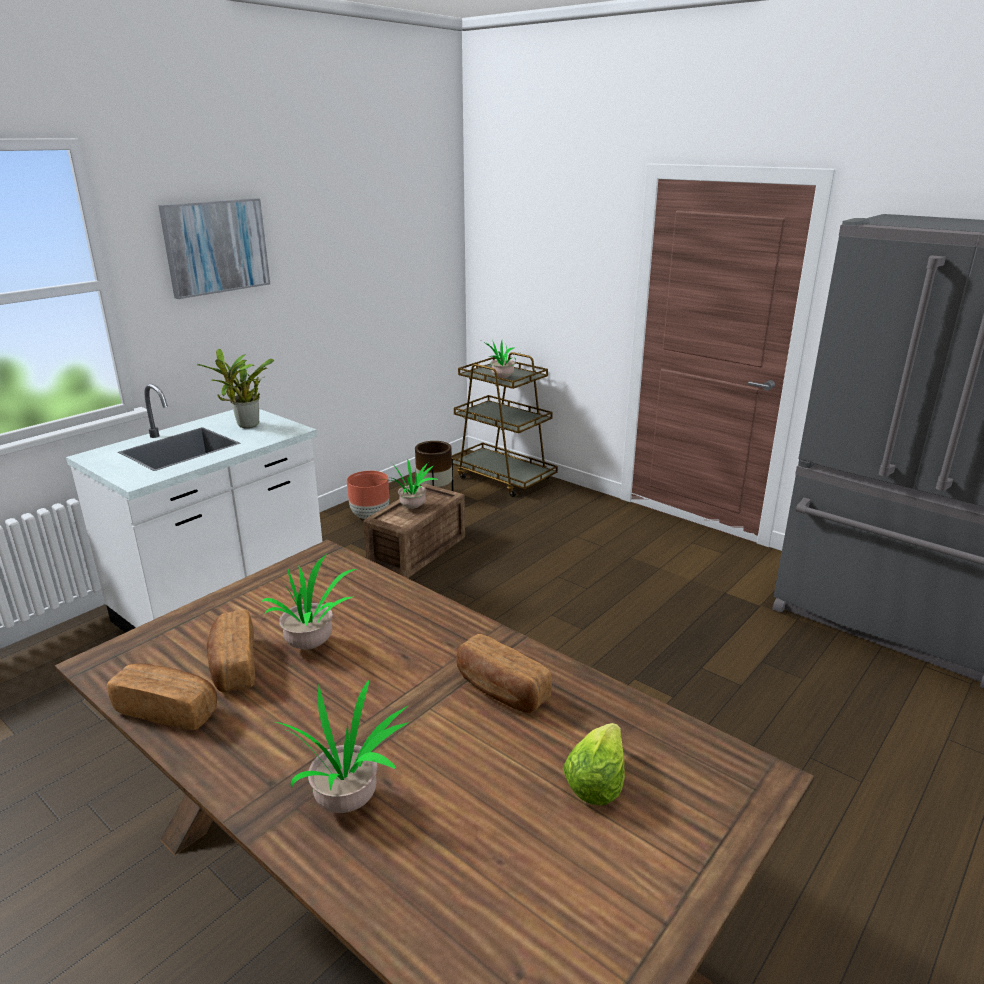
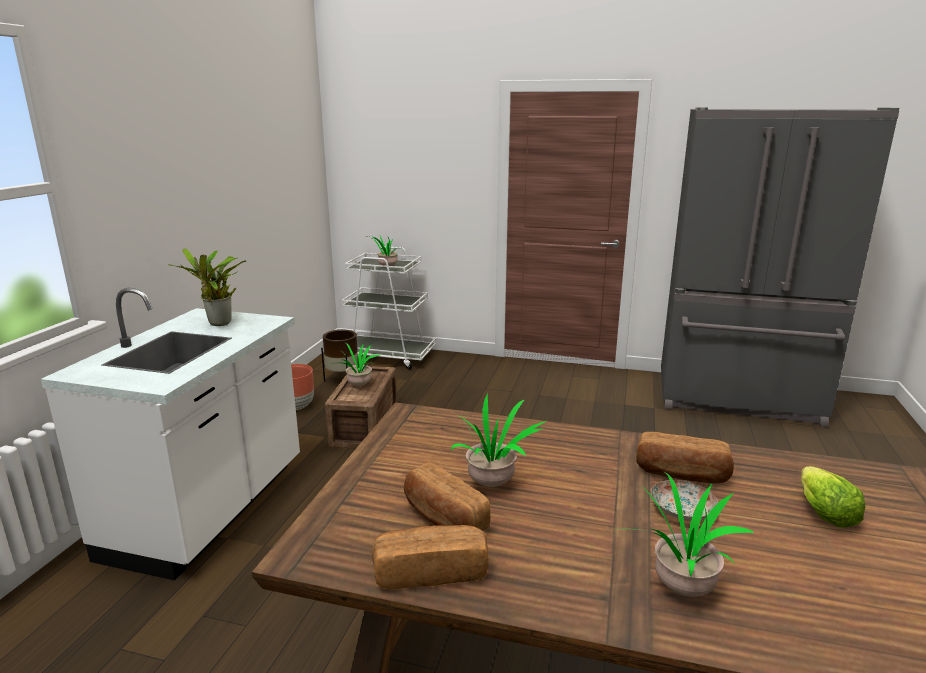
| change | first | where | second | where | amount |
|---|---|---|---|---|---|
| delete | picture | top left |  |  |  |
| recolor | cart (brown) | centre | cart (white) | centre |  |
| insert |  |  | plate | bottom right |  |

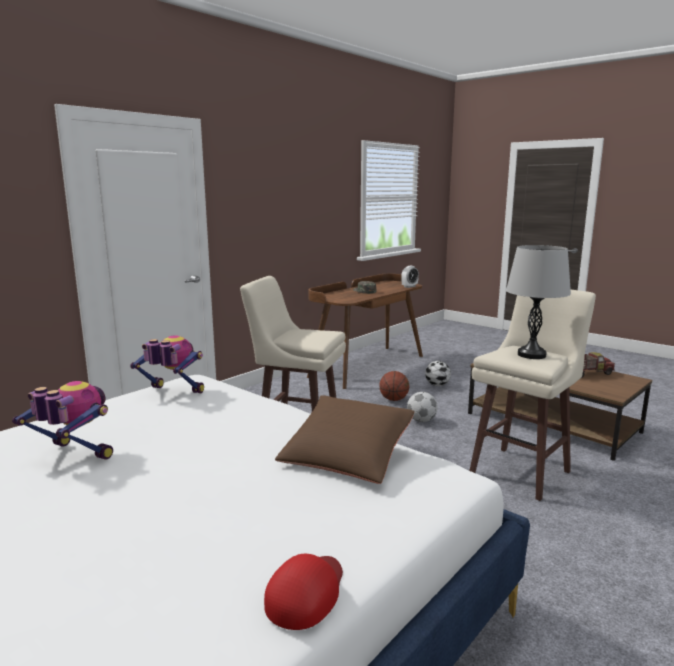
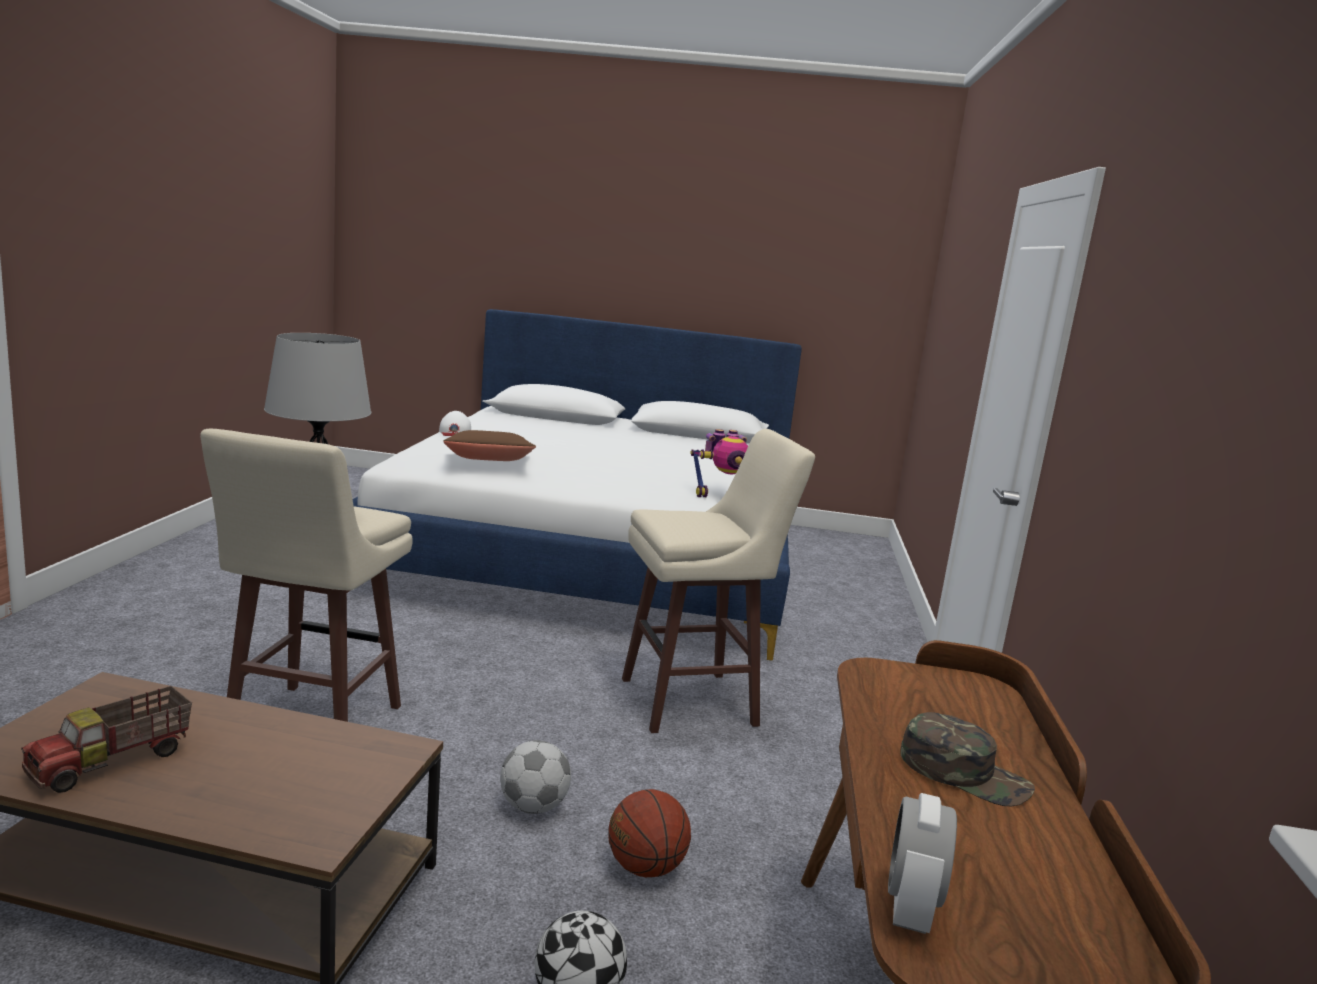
| change | first | where | second | where | amount |
|---|---|---|---|---|---|
| delete | toy robot (1st from left) | middle left |  |  |  |
| recolor | cap (red) | bottom centre | cap (white) | centre |  |

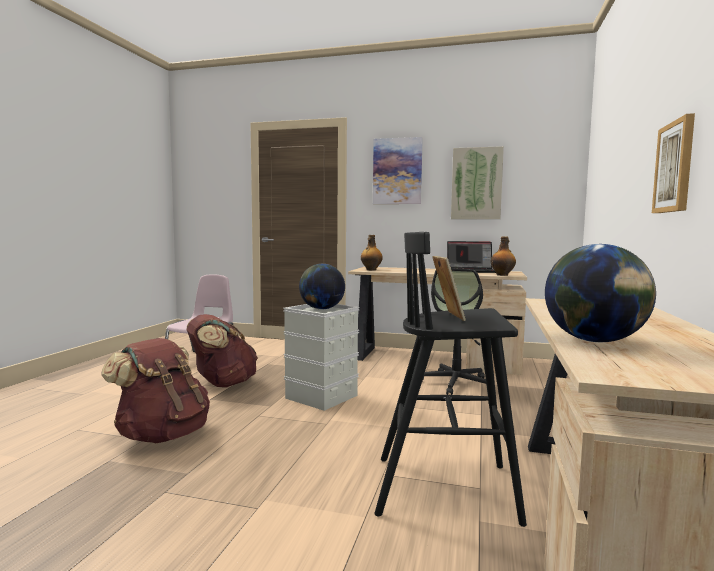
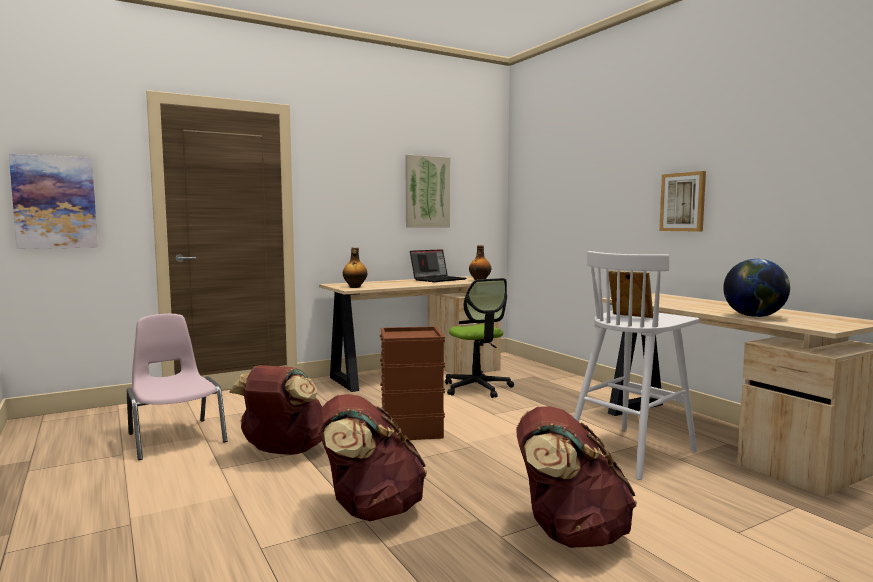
| change | first | where | second | where | amount |
|---|---|---|---|---|---|
| move | picture (1st from left) | top centre |  | middle left |  |
| recolor | stool (black) | centre | stool (white) | middle right |  |
| delete | globe (1st from left) | centre |  |  |  |
| recolor | storage box (grey) | centre | storage box (brown) | centre |  |
| insert |  |  | backpack (brown) (3rd from left) | bottom centre |  |

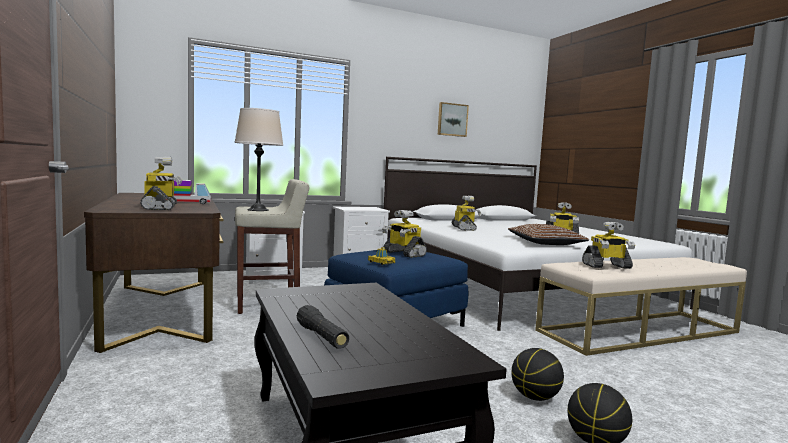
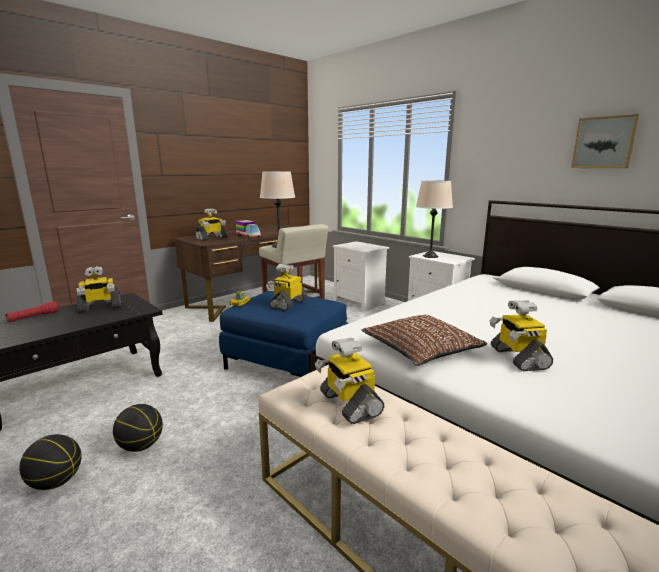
| change | first | where | second | where | amount |
|---|---|---|---|---|---|
| move | toy robot (3rd from left in the first image) | centre | toy robot (1st from left) | middle left |  |
| recolor | flashlight (black) | bottom centre | flashlight (red) | middle left |  |
| insert |  |  | table lamp (beige) (2nd from left) | centre |  |

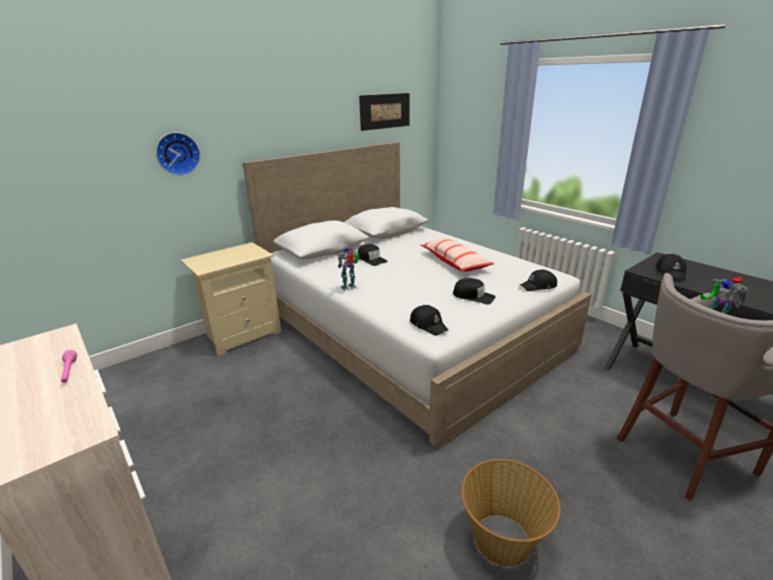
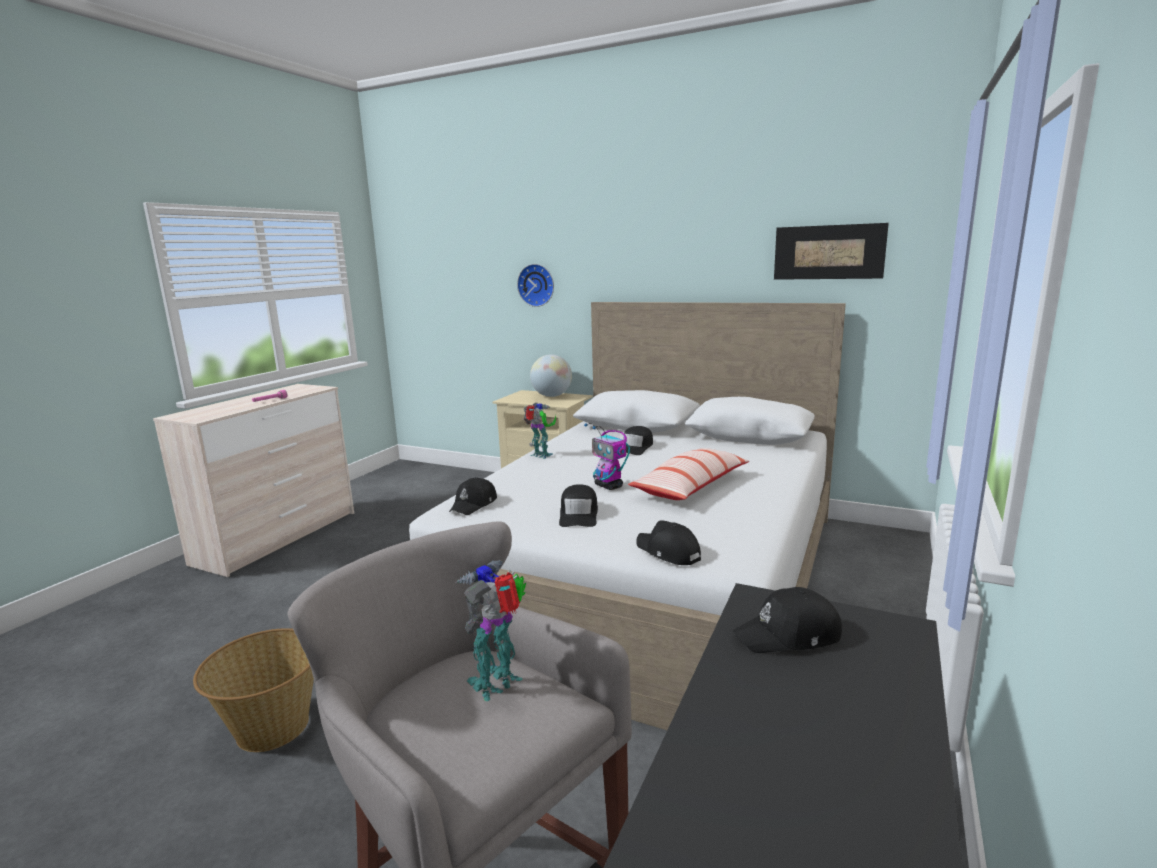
| change | first | where | second | where | amount |
|---|---|---|---|---|---|
| insert |  |  | globe | centre |  |
| insert |  |  | toy robot (3rd from left) | centre |  |

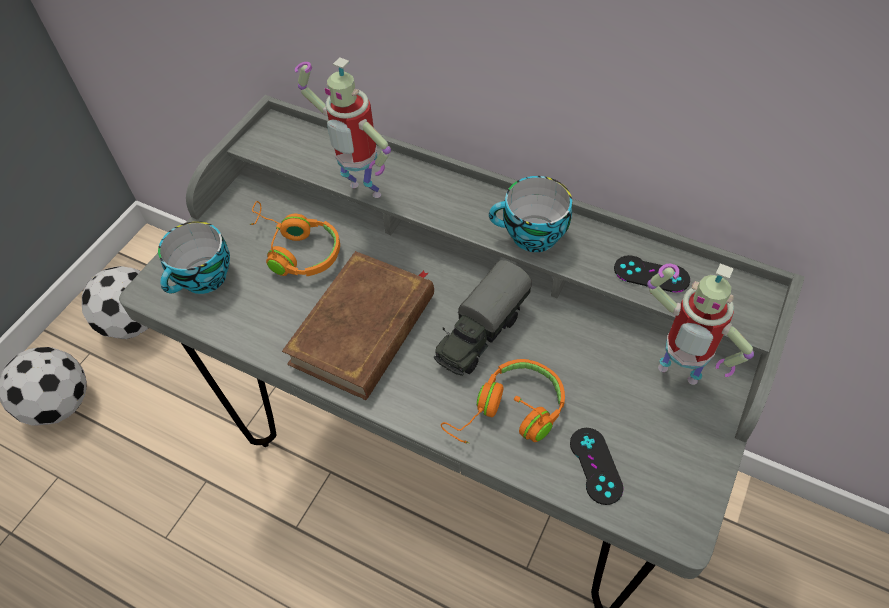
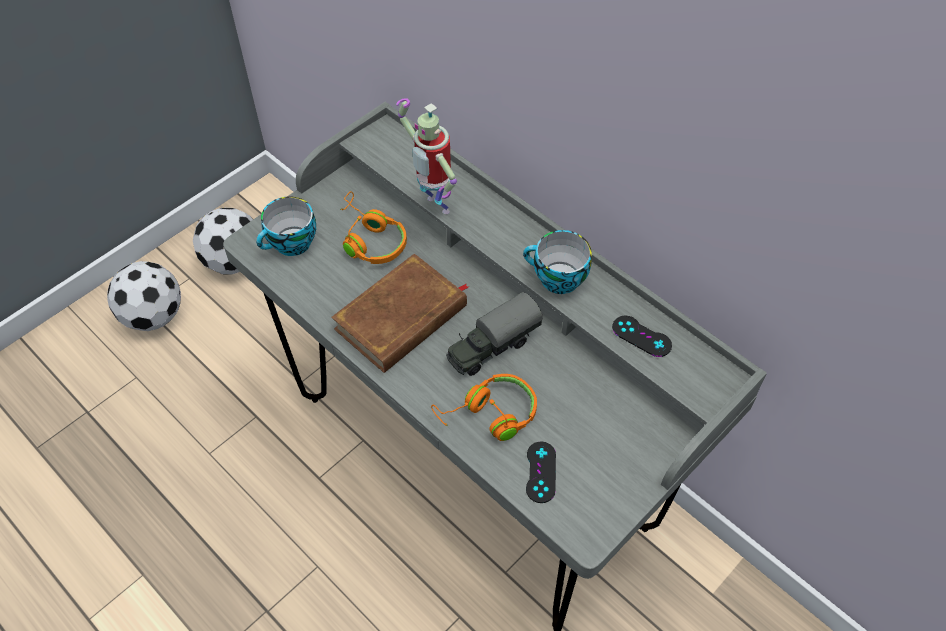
| change | first | where | second | where | amount |
|---|---|---|---|---|---|
| delete | toy robot (2nd from left) | middle right |  |  |  |

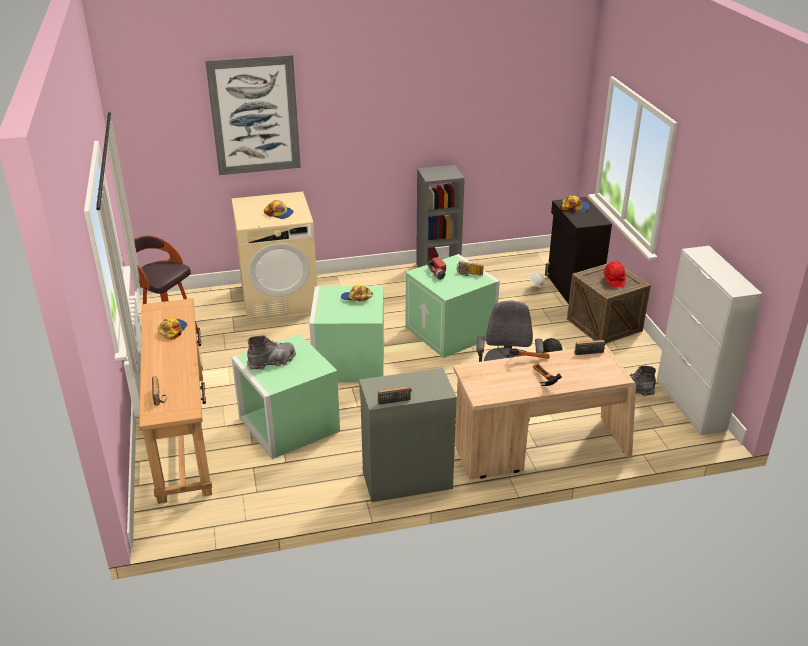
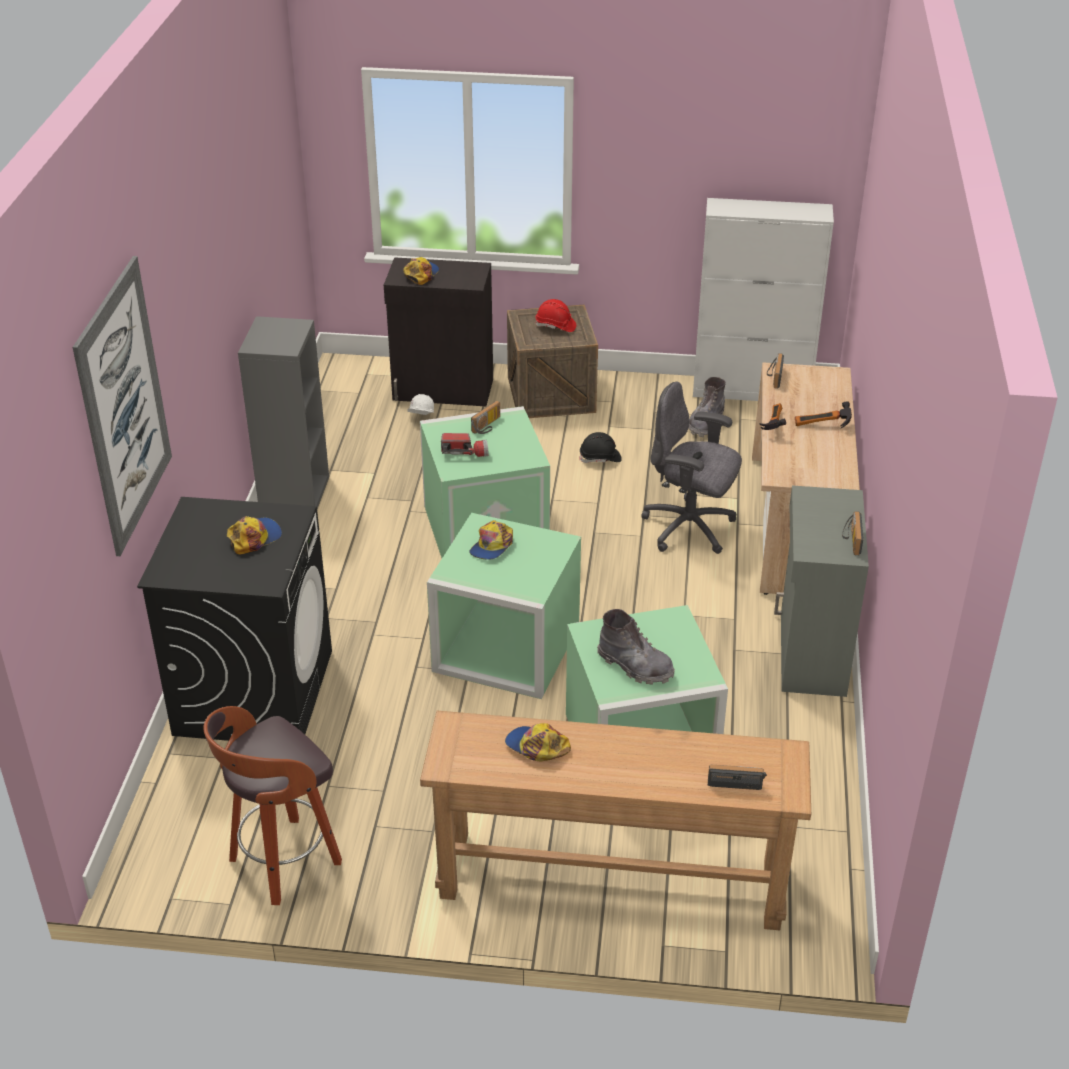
| change | first | where | second | where | amount |
|---|---|---|---|---|---|
| recolor | washing machine (beige) | centre | washing machine (black) | middle left |  |
| rotate | boot (grey) (1st from left) | centre |  | centre | 135 degrees clockwise |

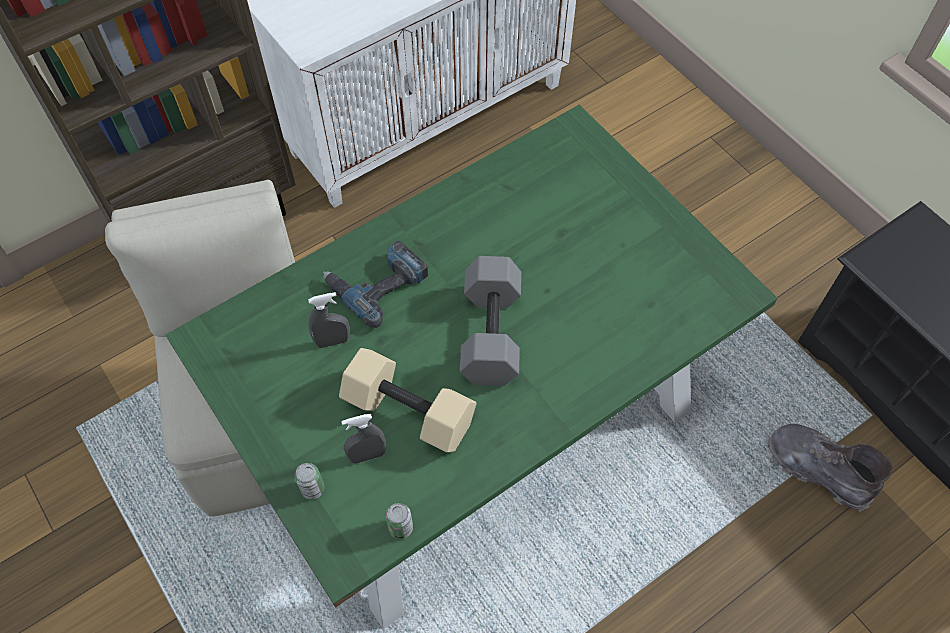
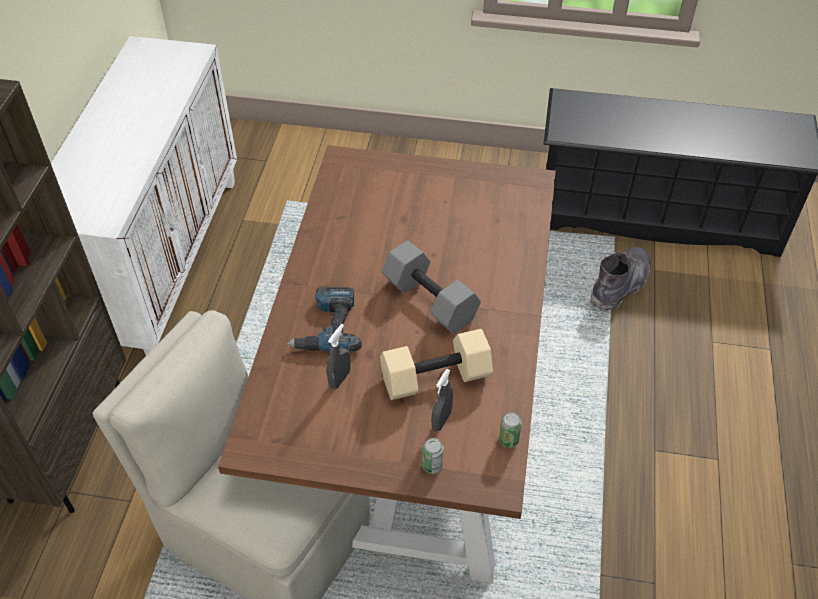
| change | first | where | second | where | amount |
|---|---|---|---|---|---|
| recolor | dining table (green) | centre | dining table (brown) | centre |  |
| rotate | boot (grey) | bottom right |  | middle right | 135 degrees clockwise |

